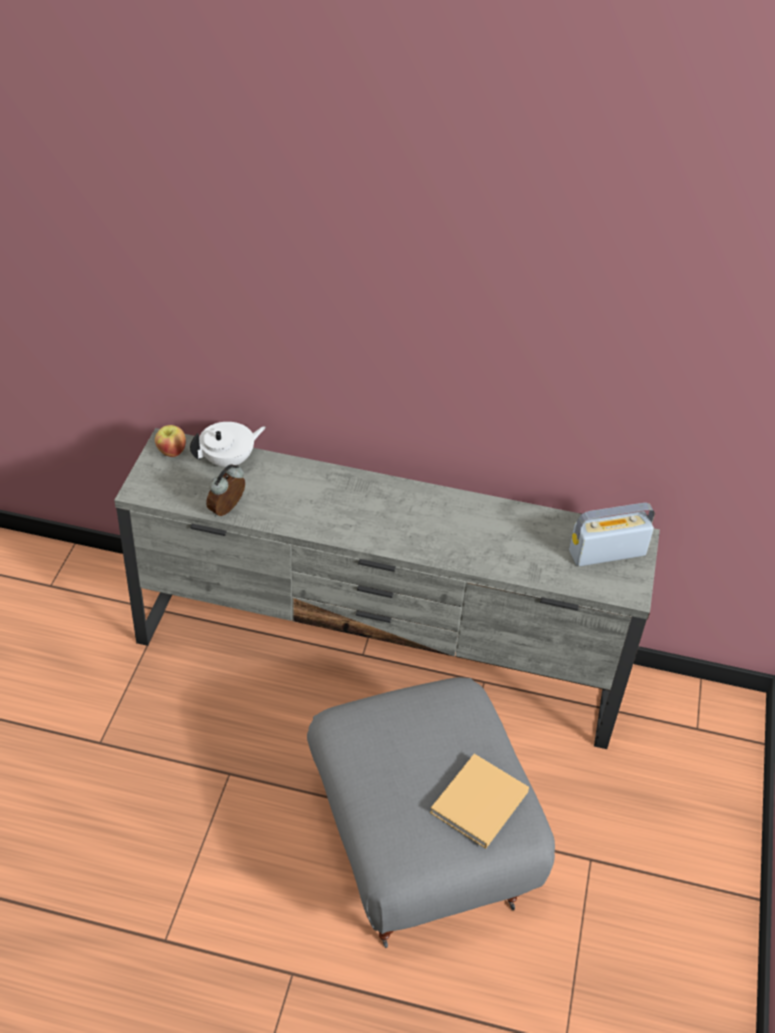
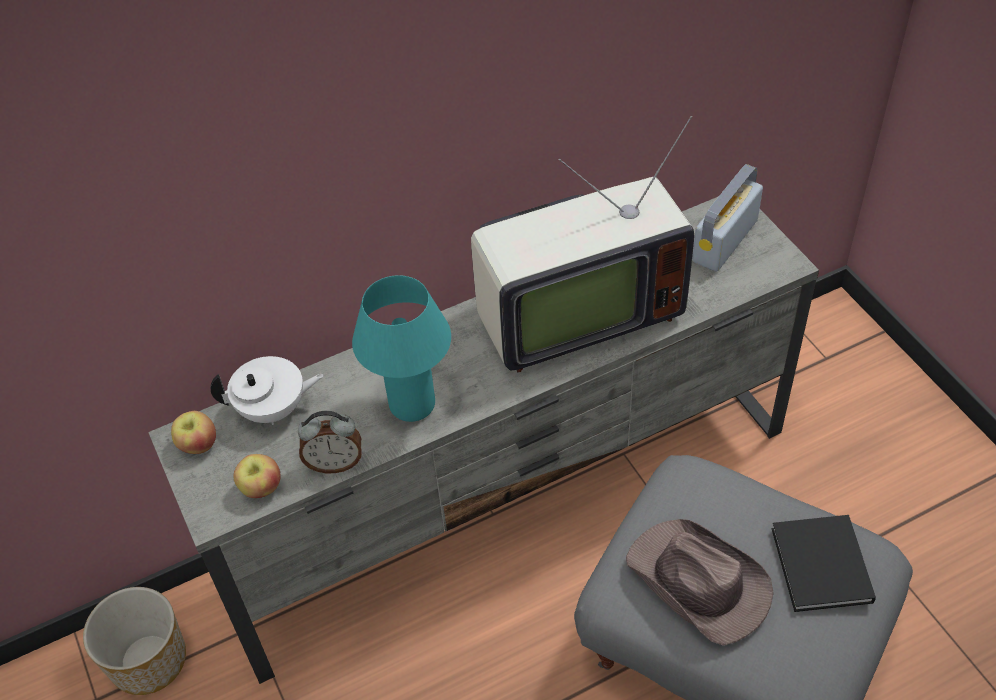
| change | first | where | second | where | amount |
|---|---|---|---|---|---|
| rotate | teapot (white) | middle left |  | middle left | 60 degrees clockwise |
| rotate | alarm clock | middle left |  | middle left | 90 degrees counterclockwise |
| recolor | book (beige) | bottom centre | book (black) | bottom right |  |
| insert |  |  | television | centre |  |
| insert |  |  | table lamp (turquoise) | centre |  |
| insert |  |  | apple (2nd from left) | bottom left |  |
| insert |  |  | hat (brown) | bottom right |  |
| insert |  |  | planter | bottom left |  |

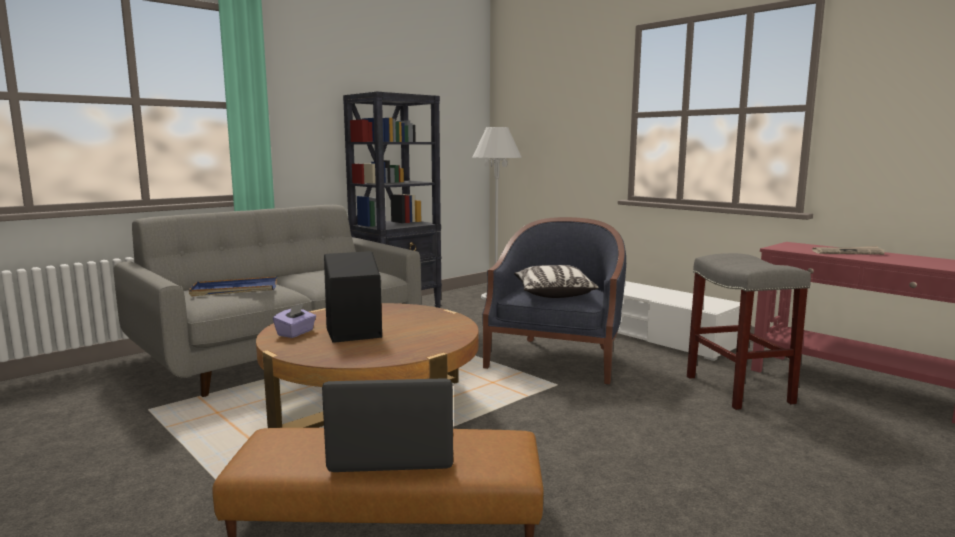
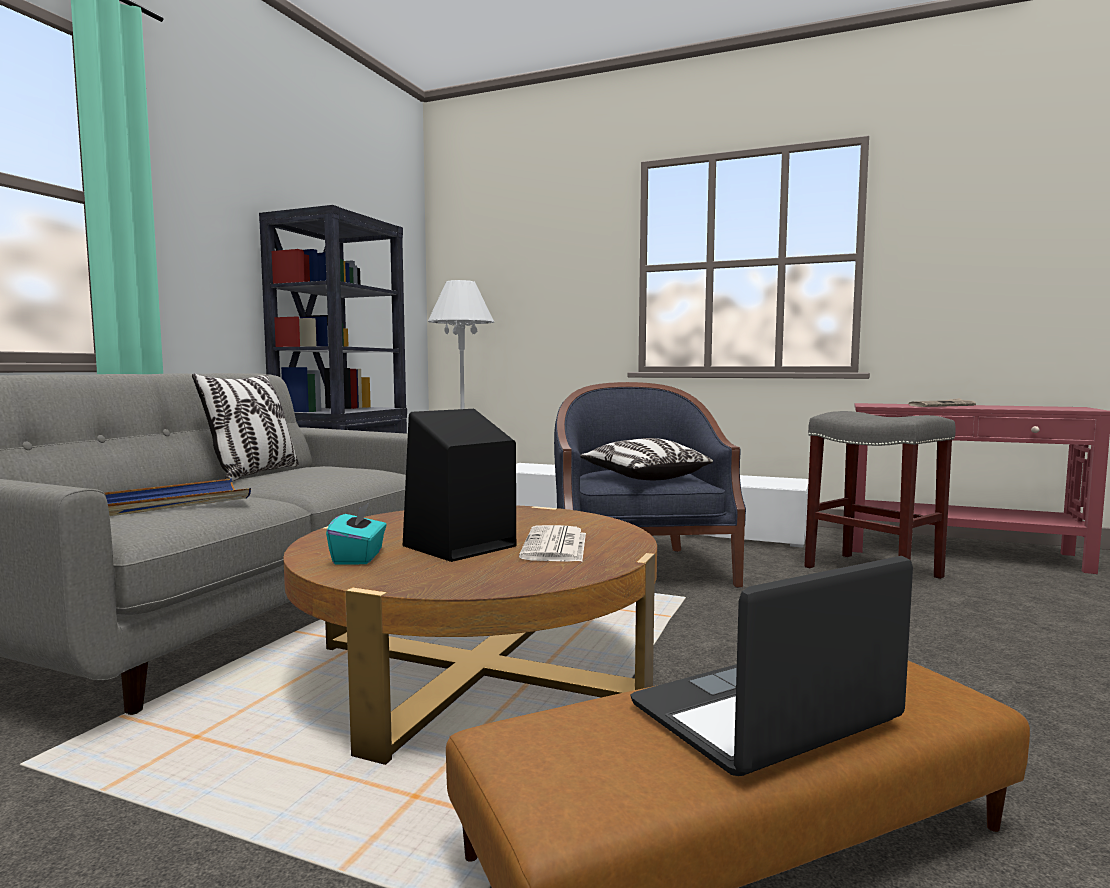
| change | first | where | second | where | amount |
|---|---|---|---|---|---|
| recolor | tissue box (purple) | middle left | tissue box (turquoise) | middle left |  |
| insert |  |  | pillow (1st from left) | middle left |  |
| insert |  |  | newspaper (1st from left) | centre |  |

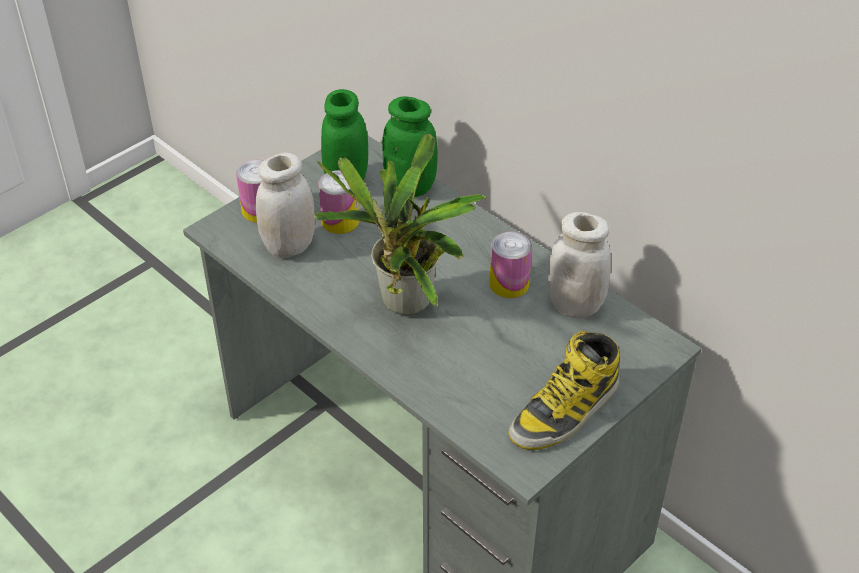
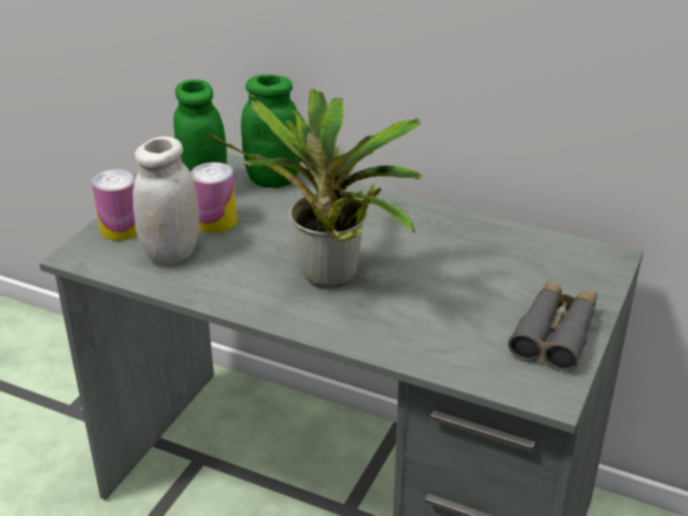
| change | first | where | second | where | amount |
|---|---|---|---|---|---|
| delete | jar (white) (2nd from left) | middle right |  |  |  |
| delete | can (3rd from left) | centre |  |  |  |
| replace | boot | bottom centre | binoculars (grey) | middle right |  |

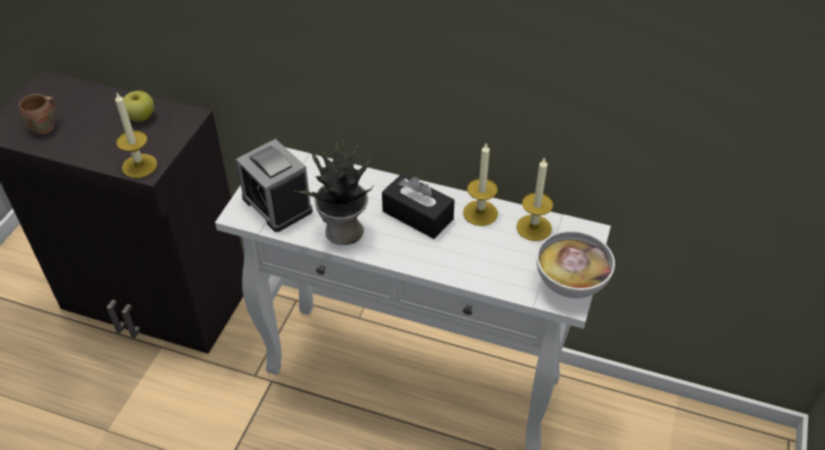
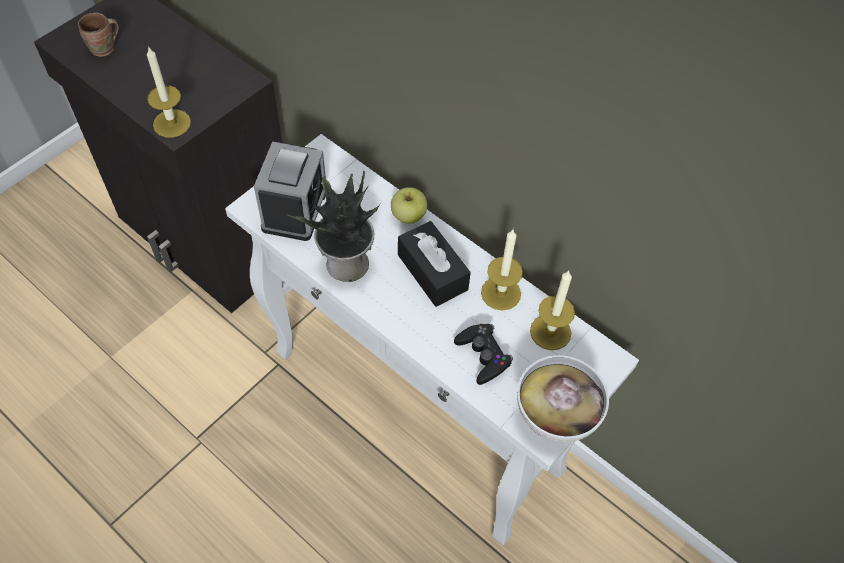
| change | first | where | second | where | amount |
|---|---|---|---|---|---|
| move | apple | top left |  | centre |  |
| rotate | alarm clock | middle left |  | centre | 150 degrees counterclockwise |
| insert |  |  | game controller (black) | centre |  |

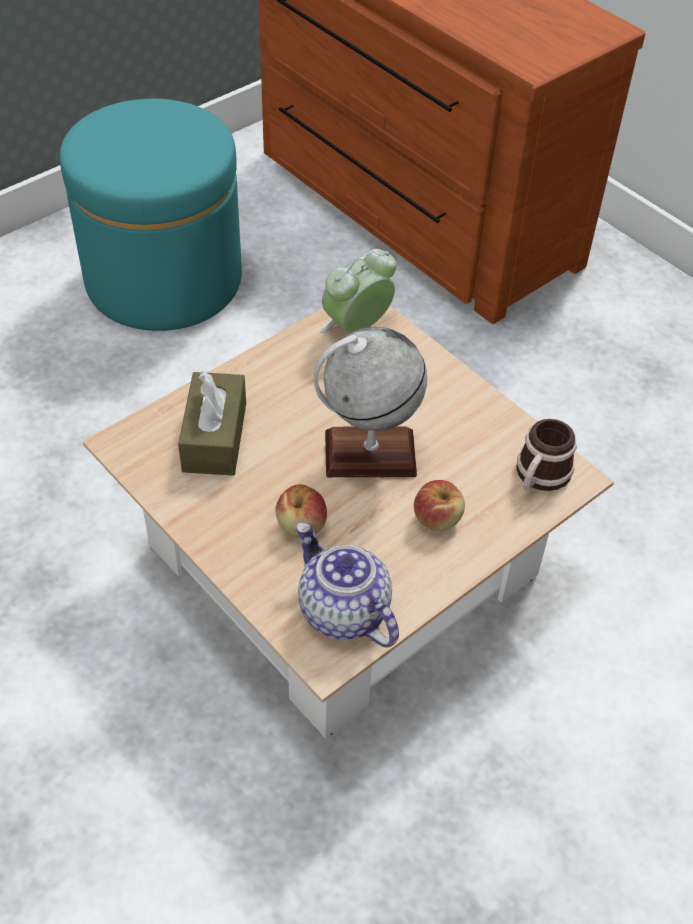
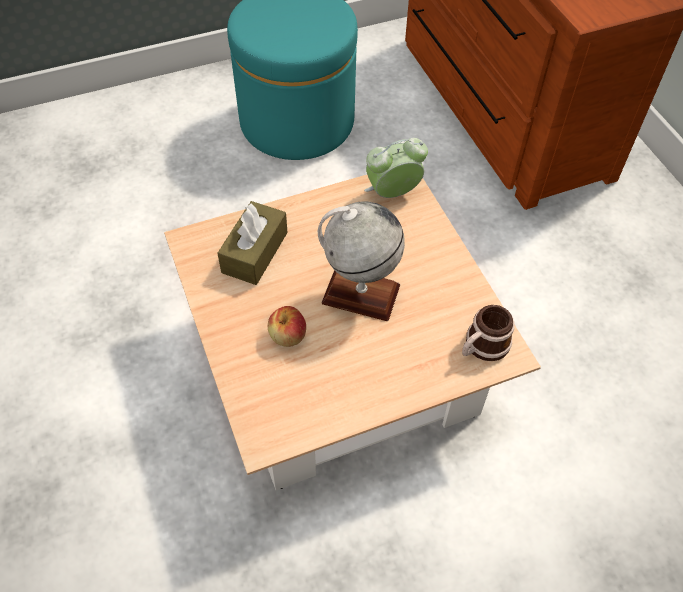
| change | first | where | second | where | amount |
|---|---|---|---|---|---|
| delete | apple (2nd from left) | centre |  |  |  |
| delete | teapot | centre |  |  |  |

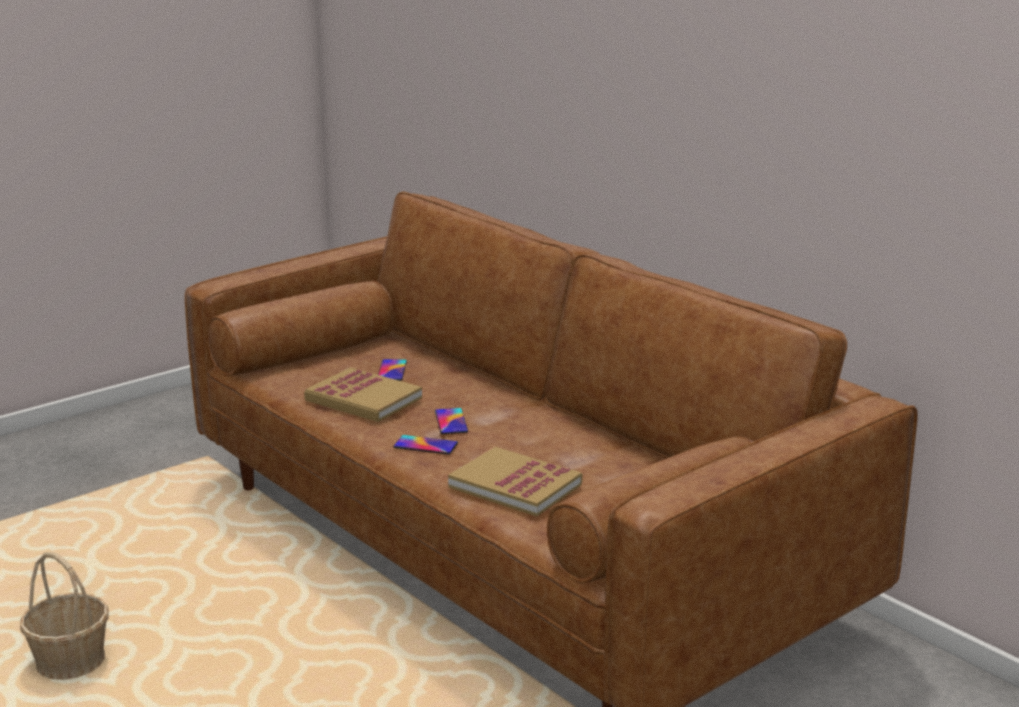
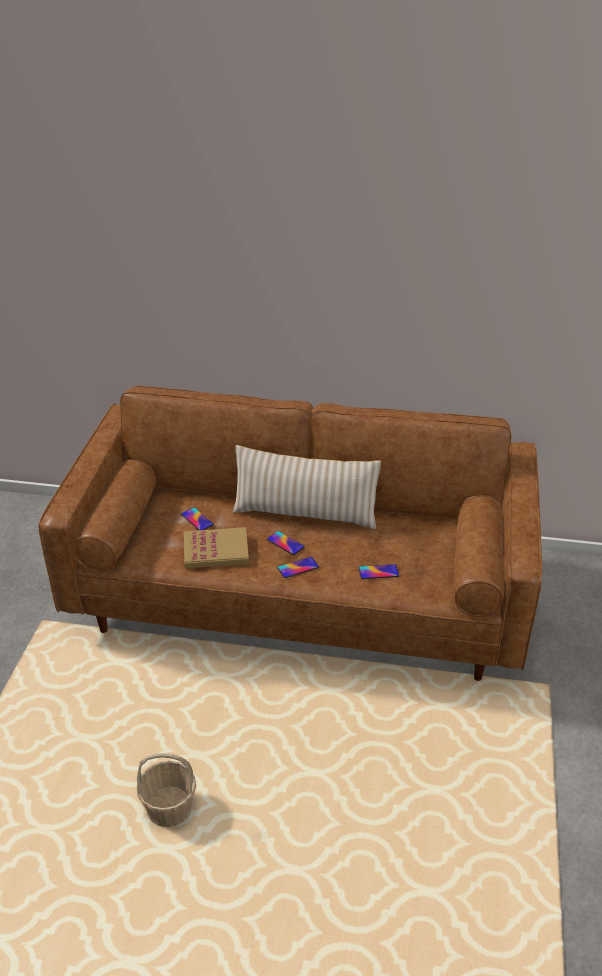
| change | first | where | second | where | amount |
|---|---|---|---|---|---|
| replace | book (2nd from left) | bottom centre | phone (4th from left) | centre |  |
| insert |  |  | pillow (beige) | centre |  |

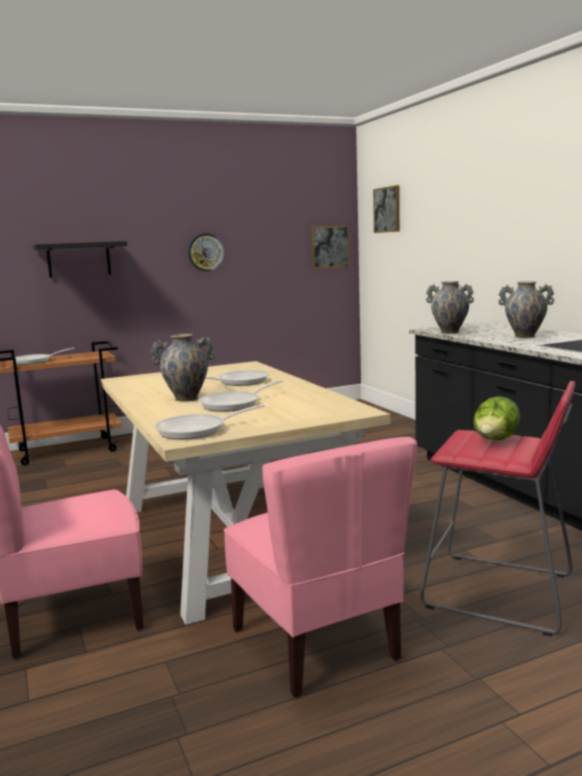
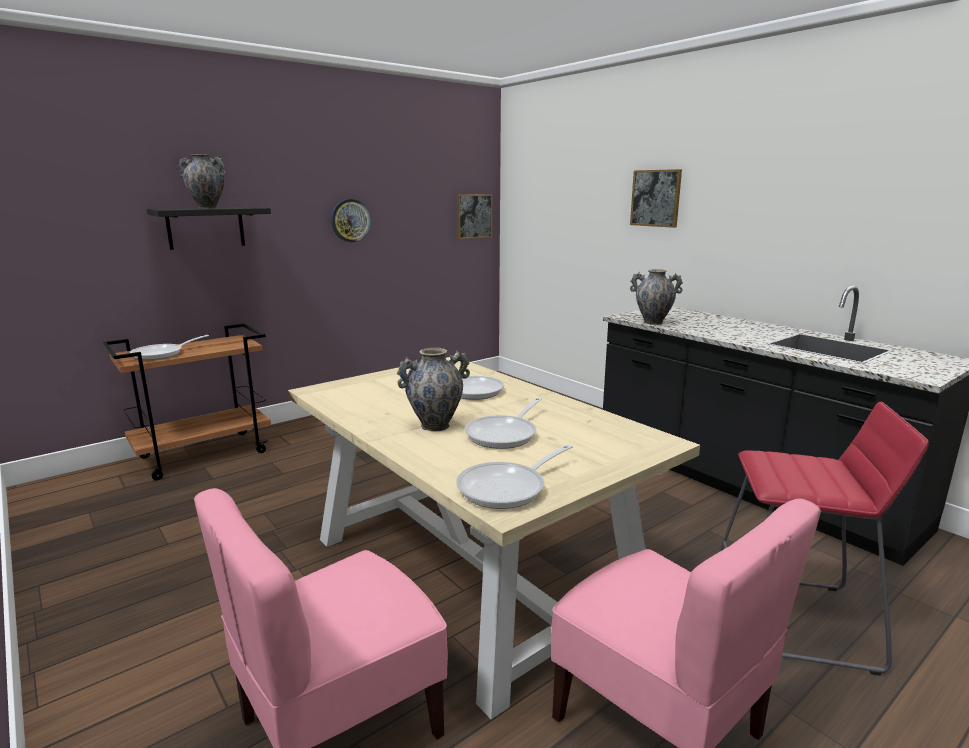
| change | first | where | second | where | amount |
|---|---|---|---|---|---|
| move | picture (2nd from left) | top centre |  | top right |  |
| move | vase (3rd from left in the first image) | middle right | vase (1st from left) | top left |  |
| delete | lettuce | middle right |  |  |  |

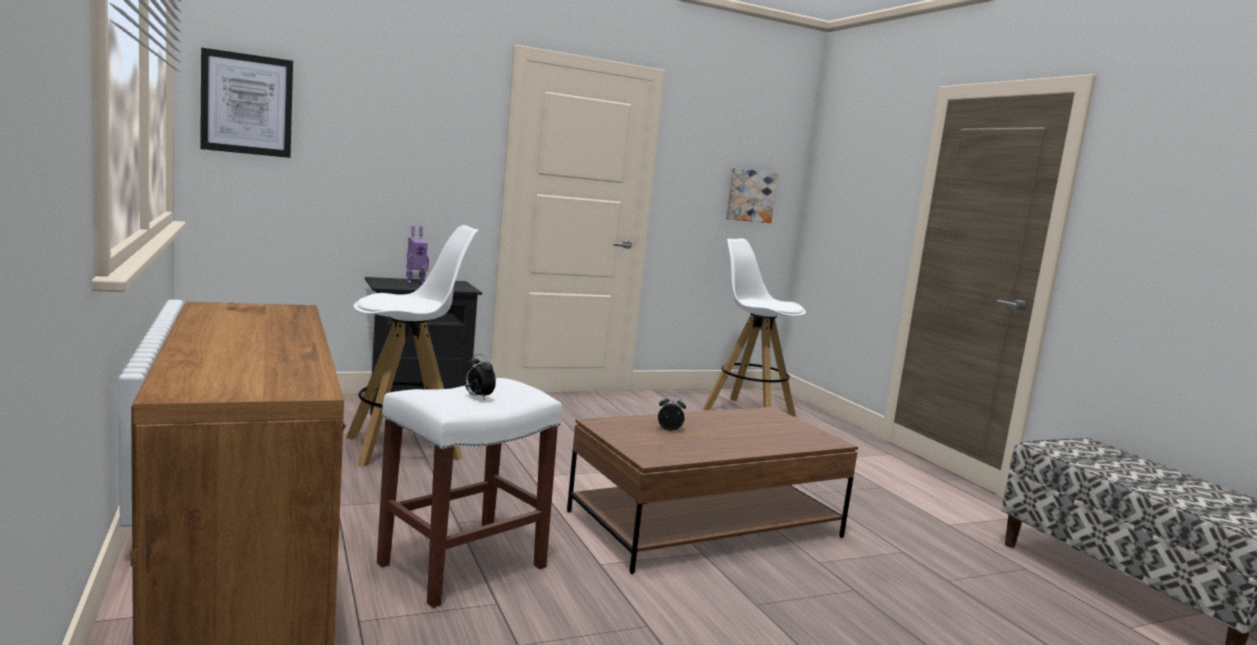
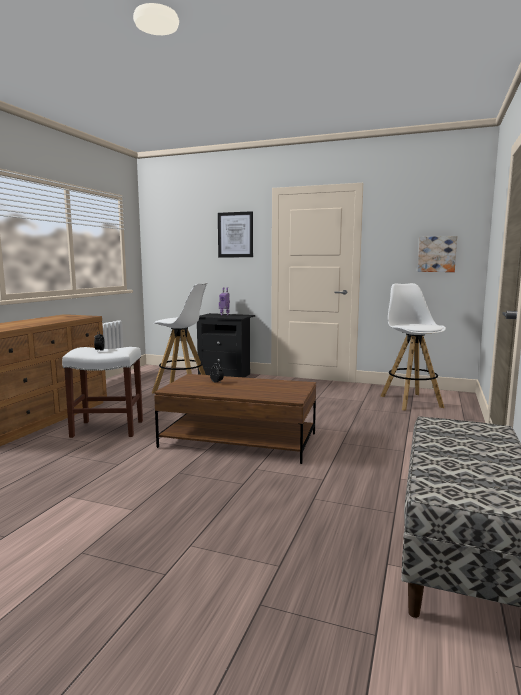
| change | first | where | second | where | amount |
|---|---|---|---|---|---|
| move | picture (1st from left) | top left |  | centre |  |

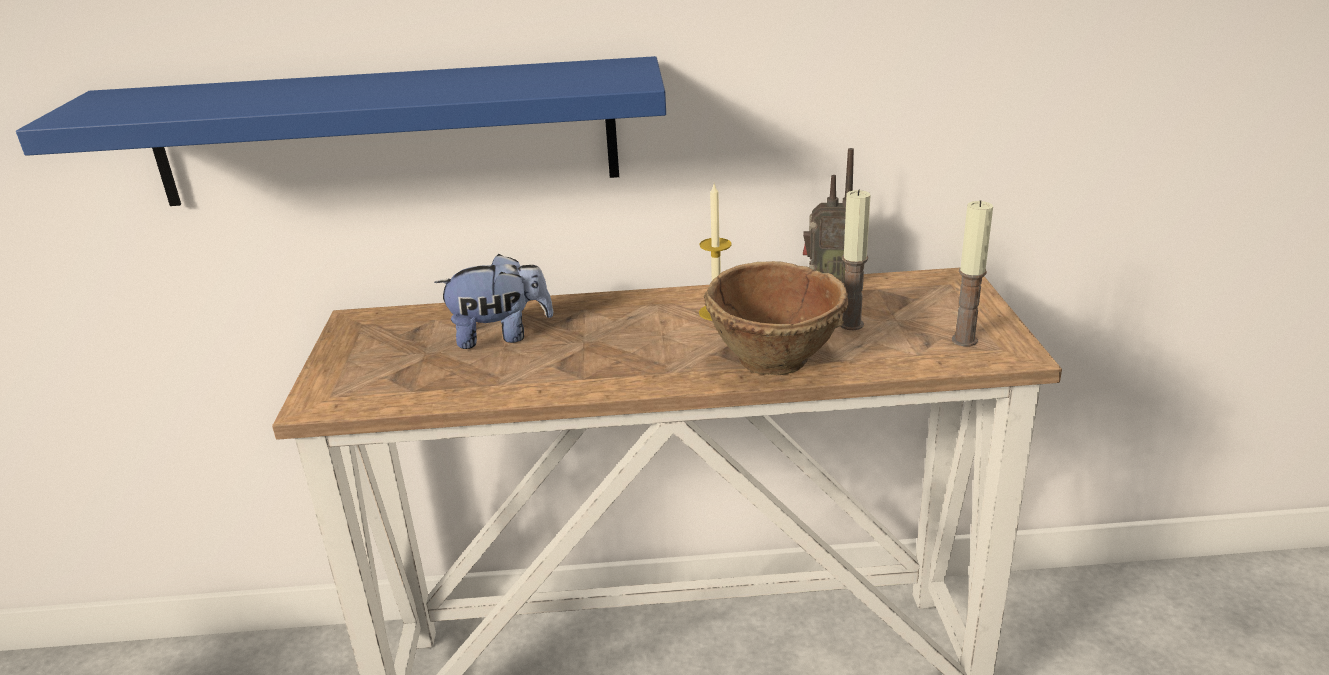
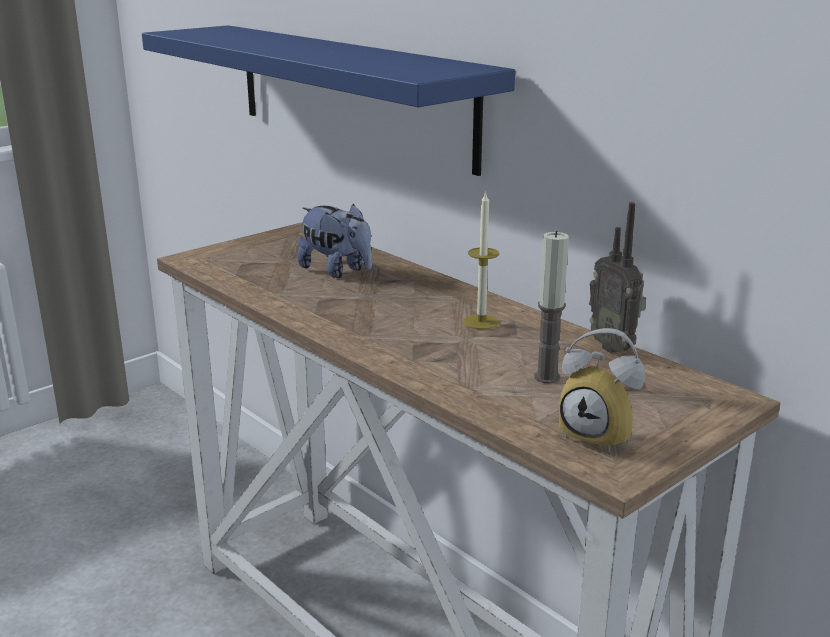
| change | first | where | second | where | amount |
|---|---|---|---|---|---|
| replace | candle (3rd from left) | middle right | alarm clock | middle right |  |
| delete | bowl (brown) | centre |  |  |  |

